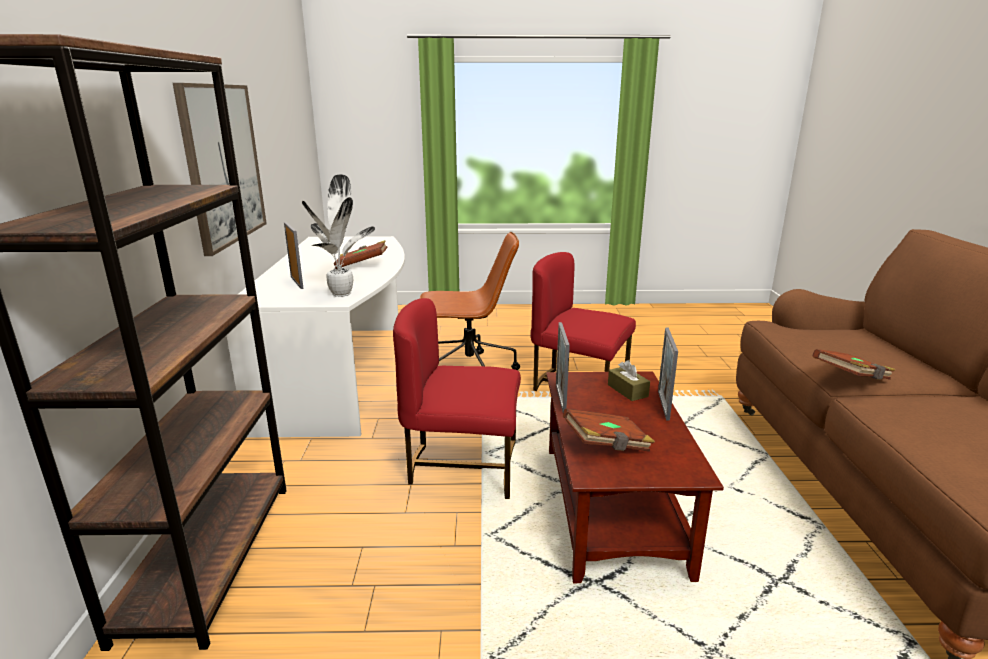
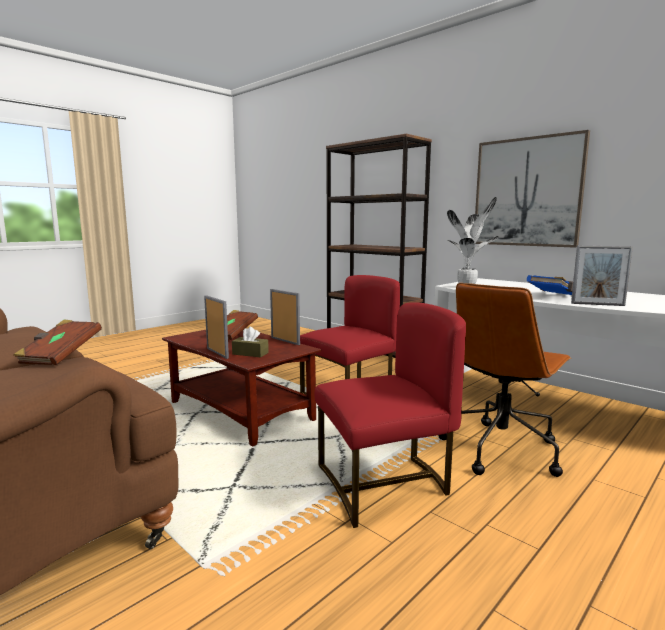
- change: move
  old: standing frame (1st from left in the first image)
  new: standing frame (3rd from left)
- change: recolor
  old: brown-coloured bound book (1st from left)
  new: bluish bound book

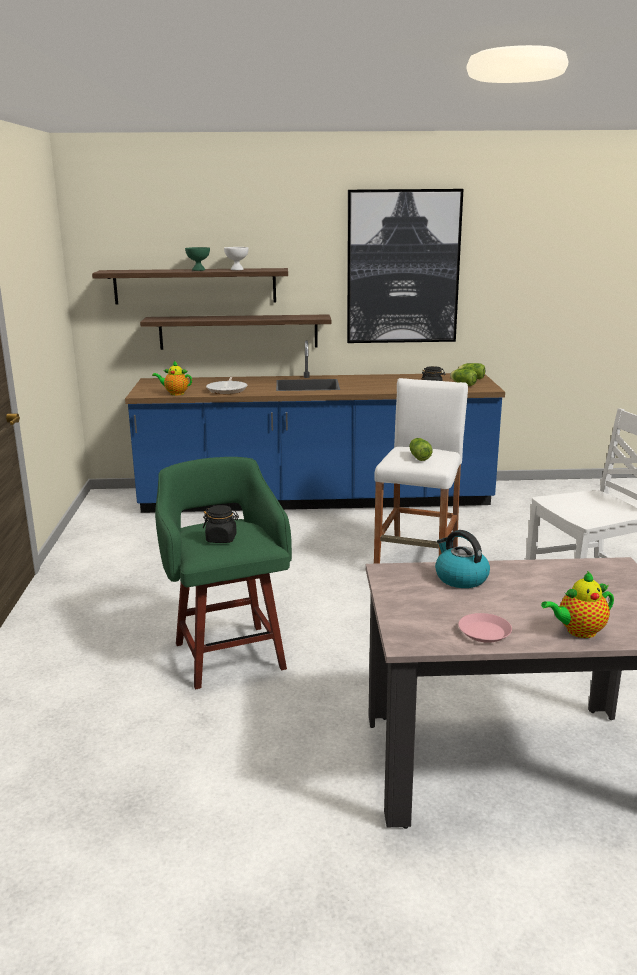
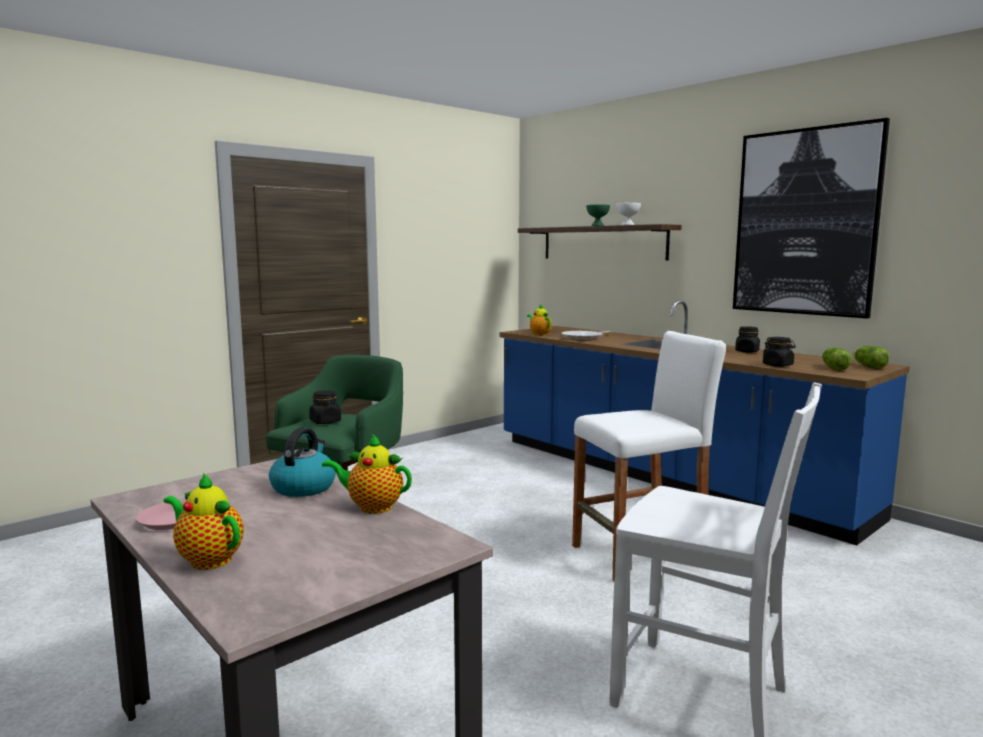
- change: delete
  old: bracket shelf (2nd from left)
- change: delete
  old: lettuce (1st from left)
- change: insert
  new: pot for tea (2nd from left)
- change: insert
  new: black-coloured storage jar (2nd from left)

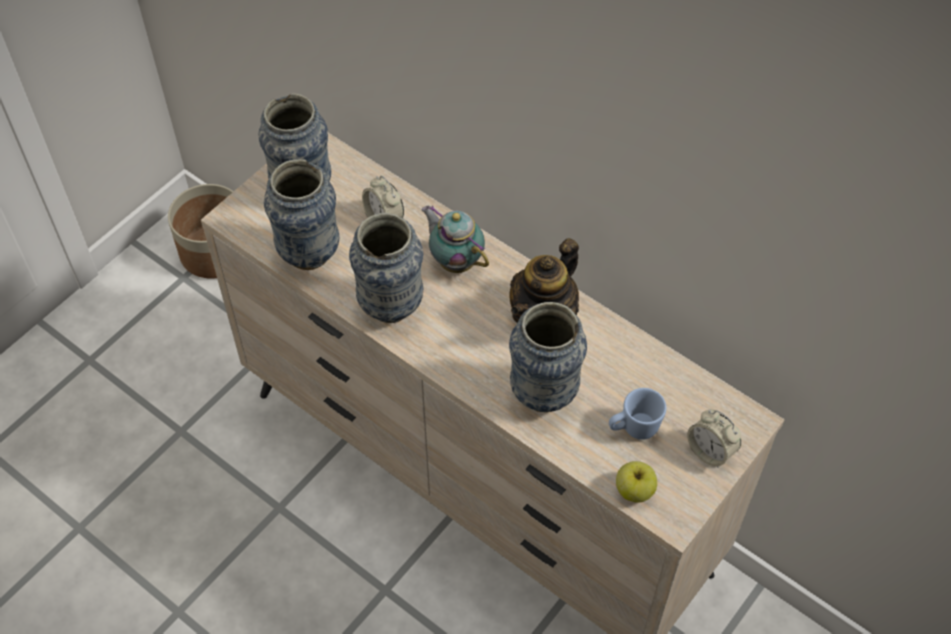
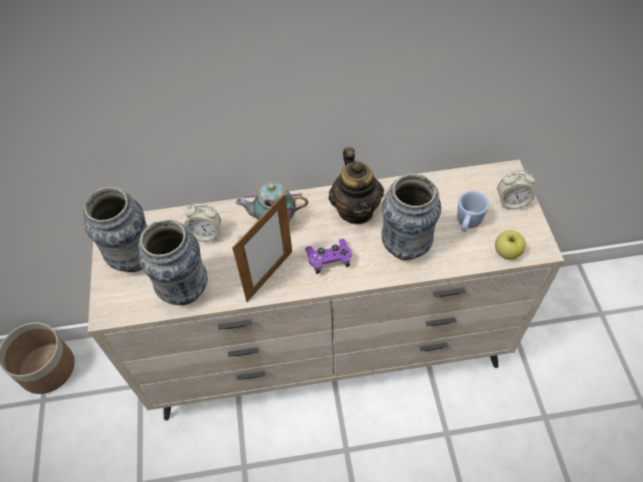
- change: insert
  new: purple-coloured game controller
- change: replace
  old: vase (3rd from left)
  new: standing frame

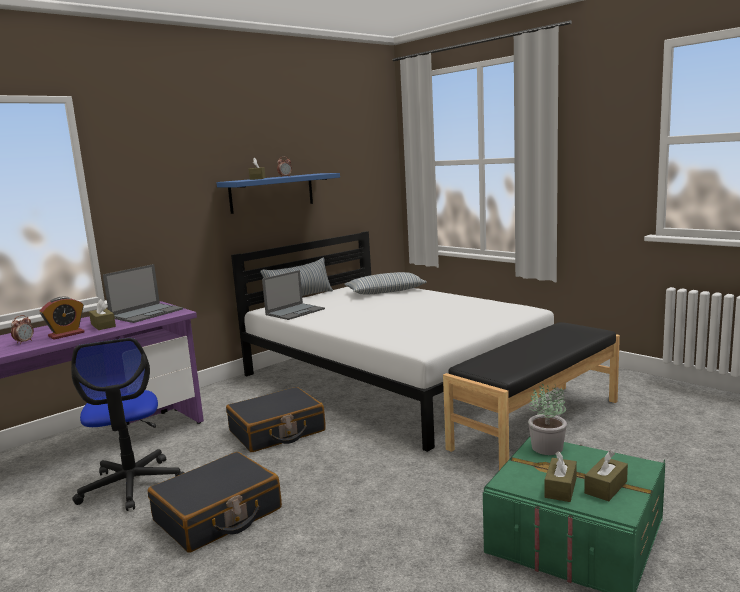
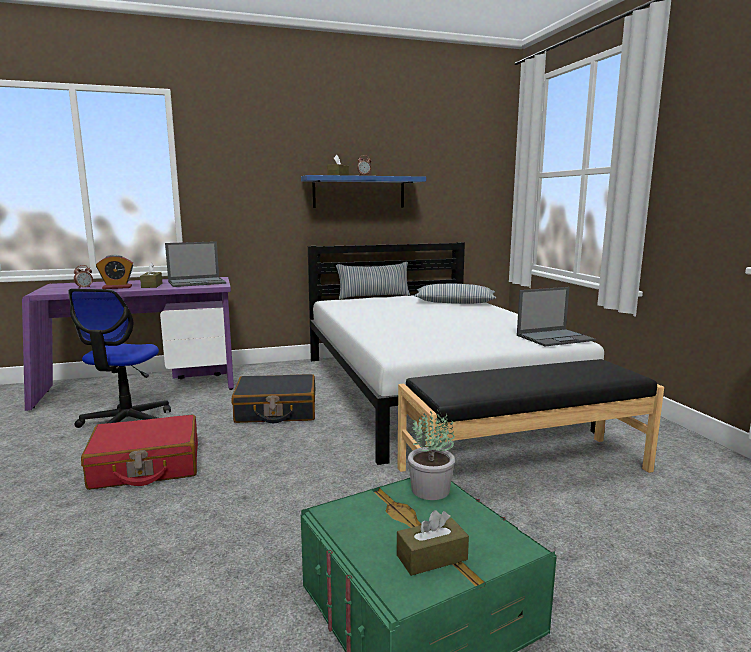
- change: delete
  old: brown-coloured tissue box (3rd from left)
- change: move
  old: laptop (2nd from left)
- change: recolor
  old: black-coloured piece of luggage (1st from left)
  new: red piece of luggage

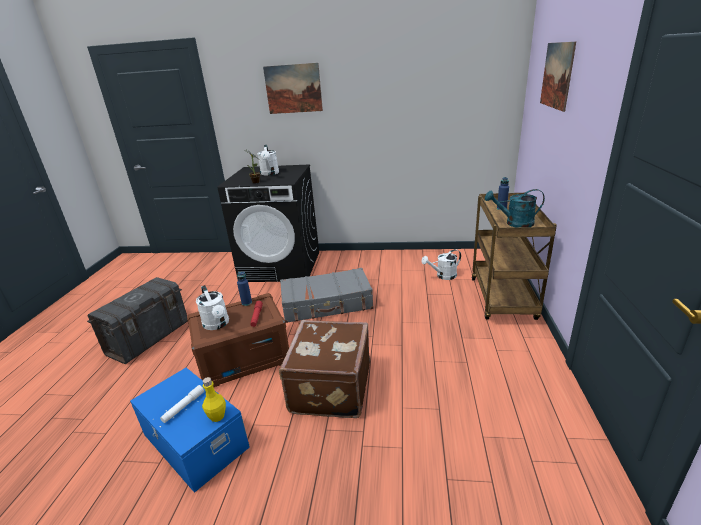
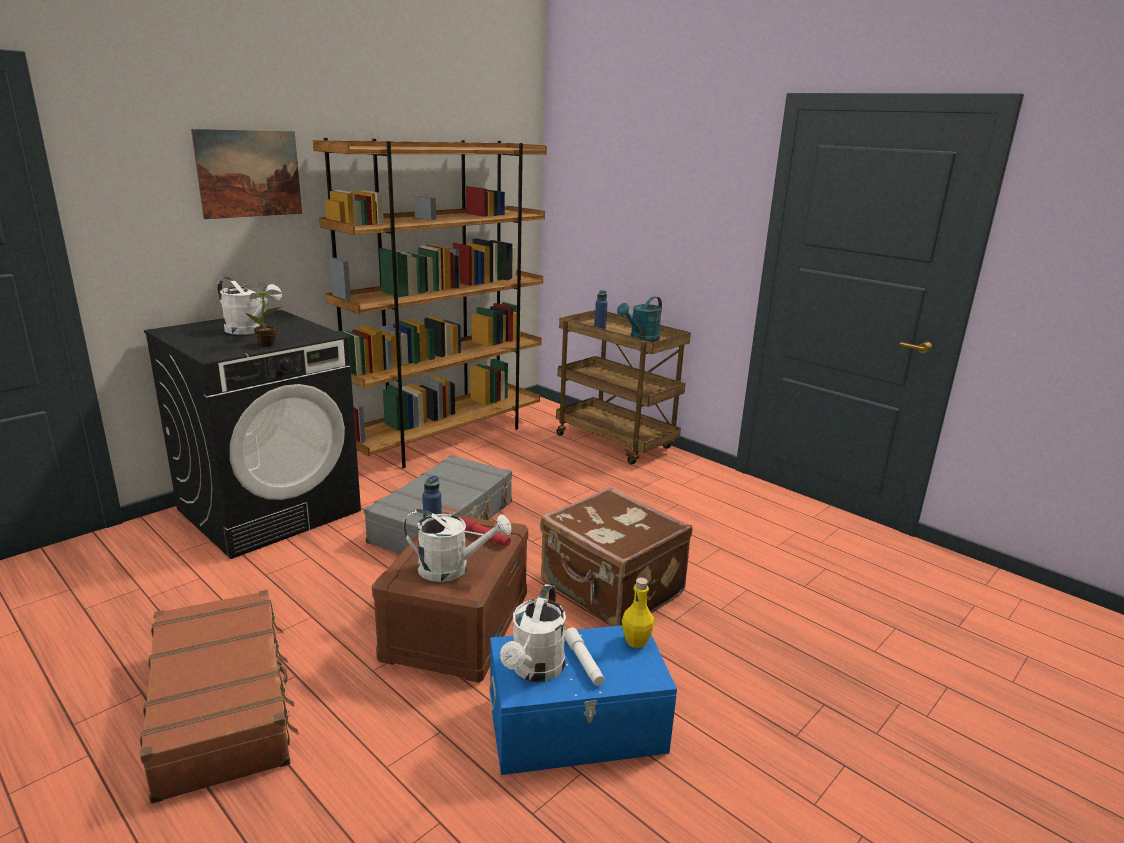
- change: delete
  old: picture (2nd from left)
- change: insert
  new: brown-coloured bookcase
- change: move
  old: white sprinkling can (3rd from left)
- change: replace
  old: greyish storage bin
  new: brown-coloured piece of luggage (1st from left)

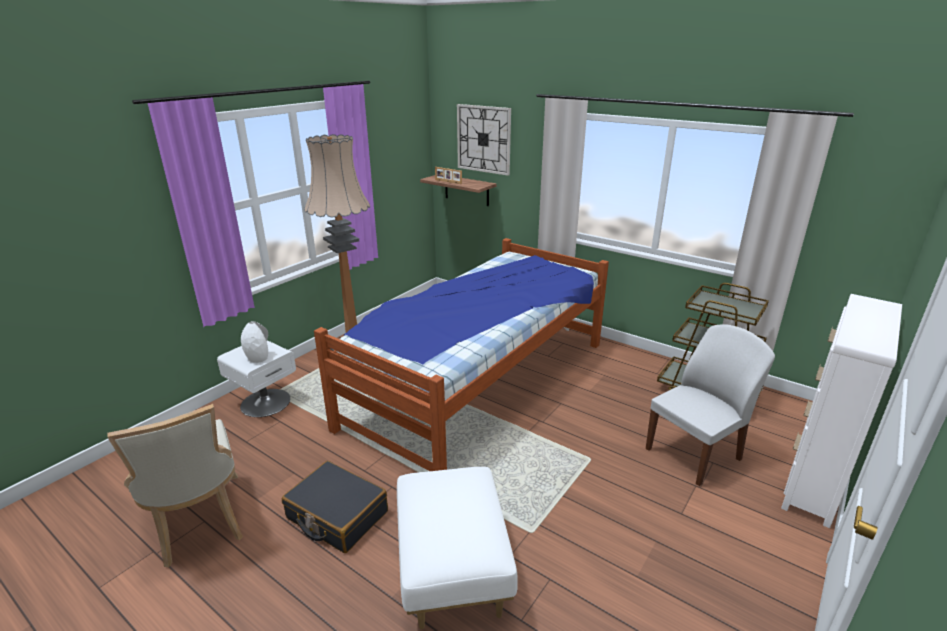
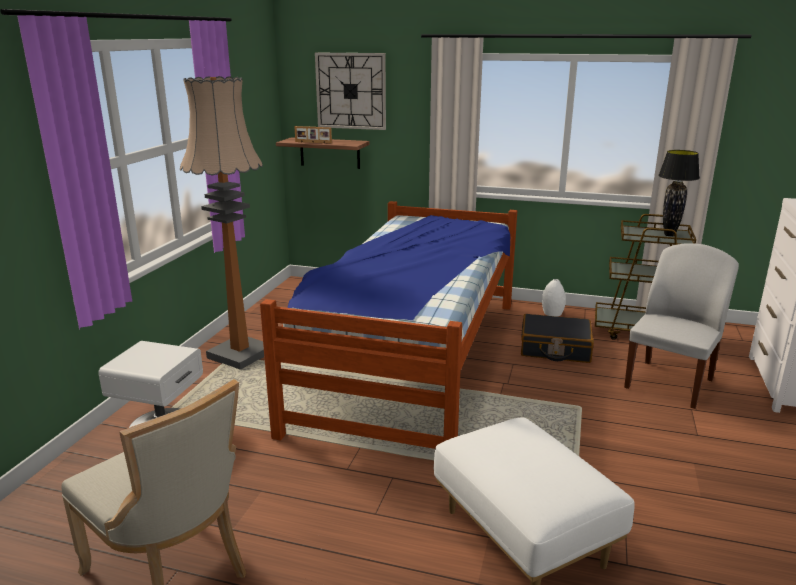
- change: insert
  new: black-coloured tabletop lamp
- change: move
  old: white vase
- change: move
  old: black-coloured piece of luggage

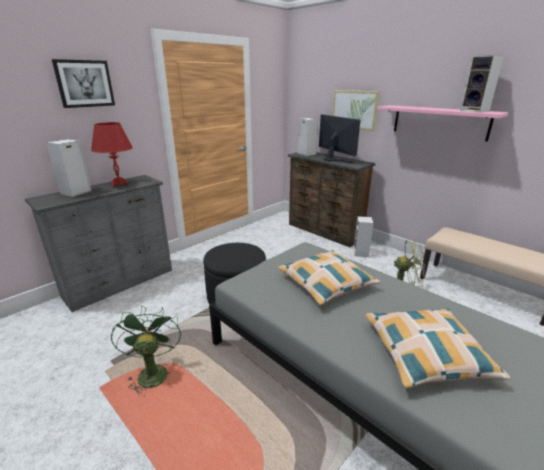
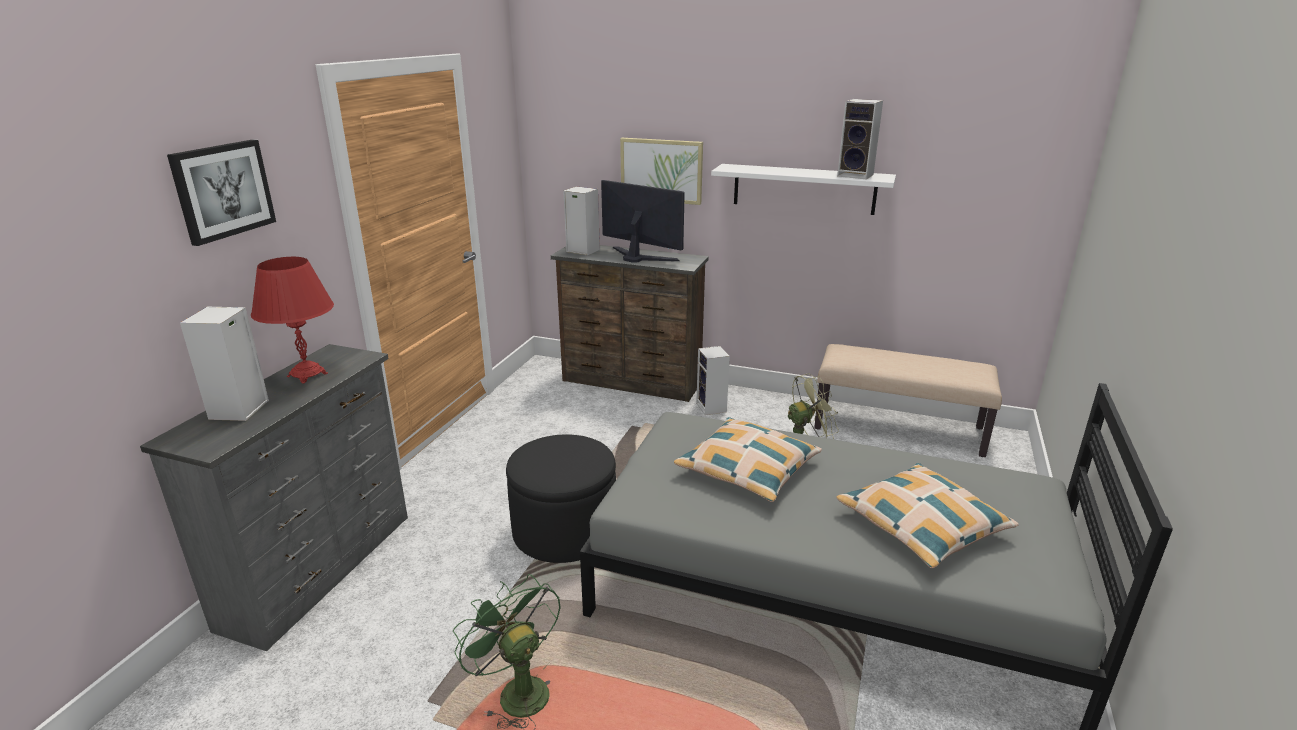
- change: recolor
  old: pink-coloured bracket shelf
  new: white bracket shelf

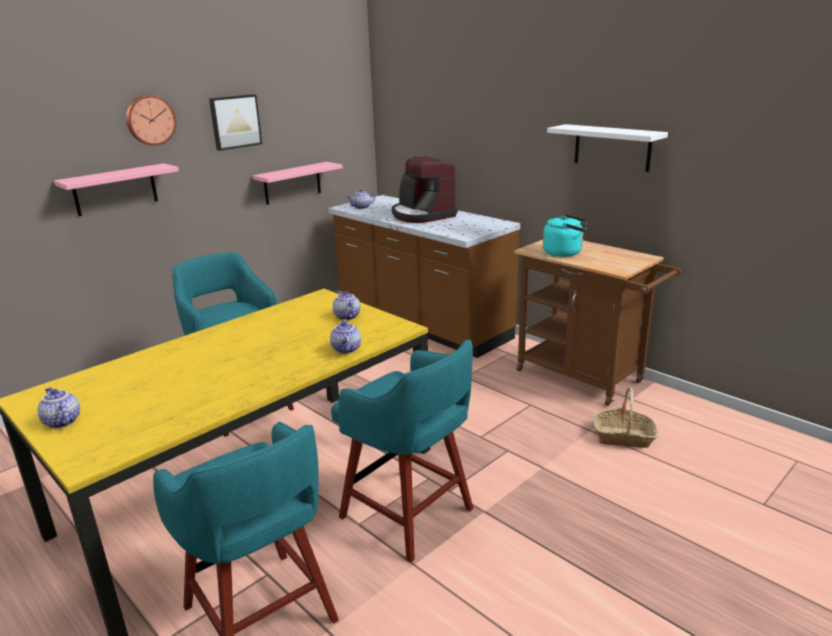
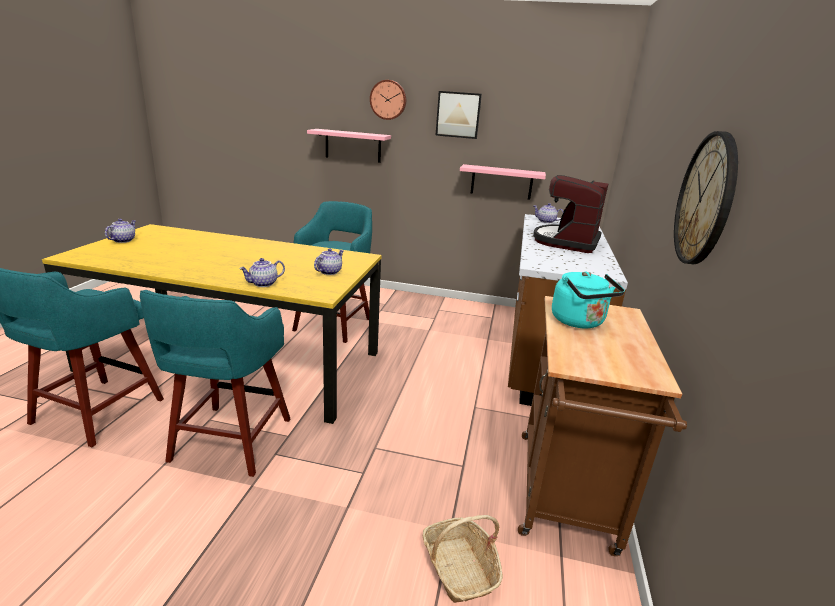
- change: replace
  old: white bracket shelf
  new: clock on the wall (2nd from left)

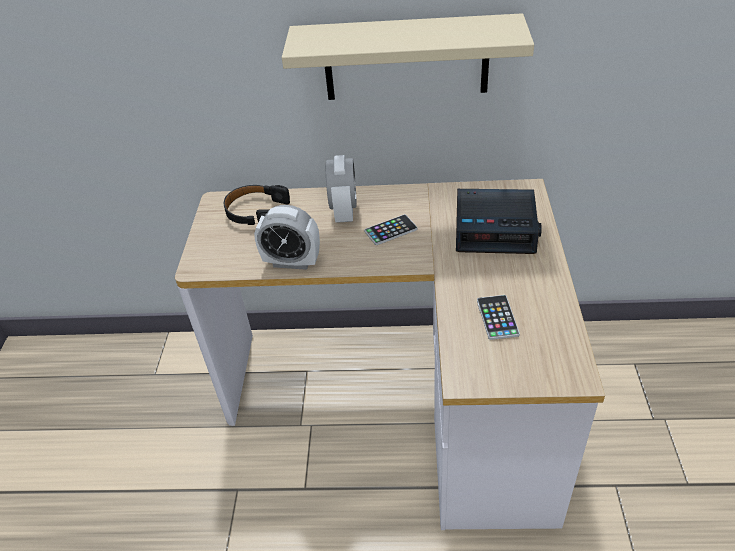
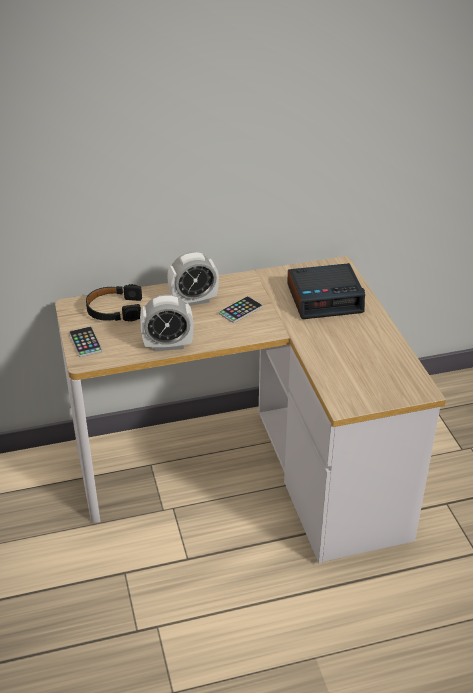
- change: delete
  old: beige bracket shelf
- change: move
  old: telephone (2nd from left in the first image)
  new: telephone (1st from left)
- change: rotate
  old: table clock (2nd from left)
  degrees: 90

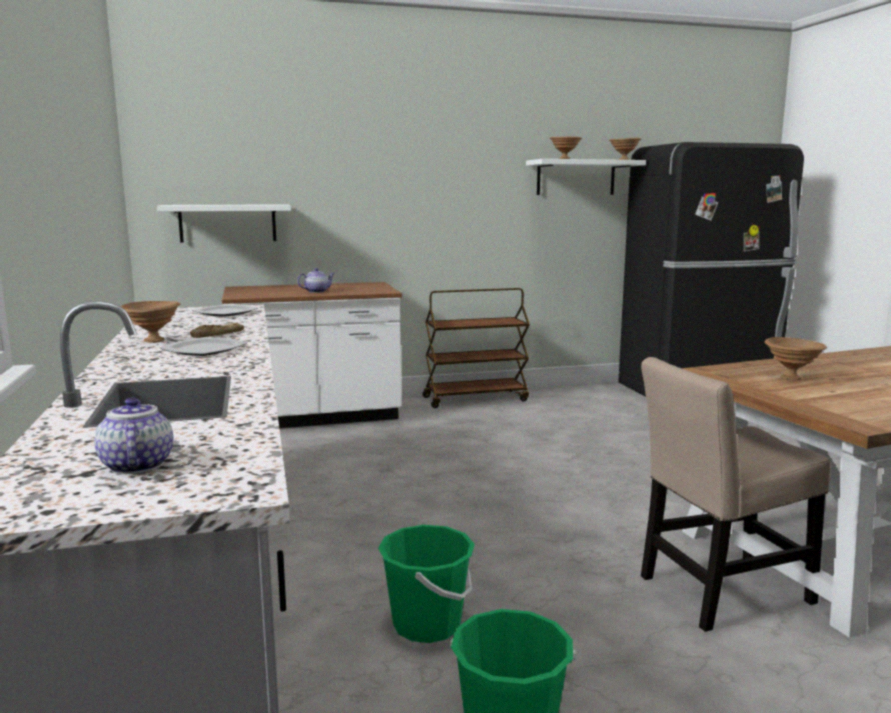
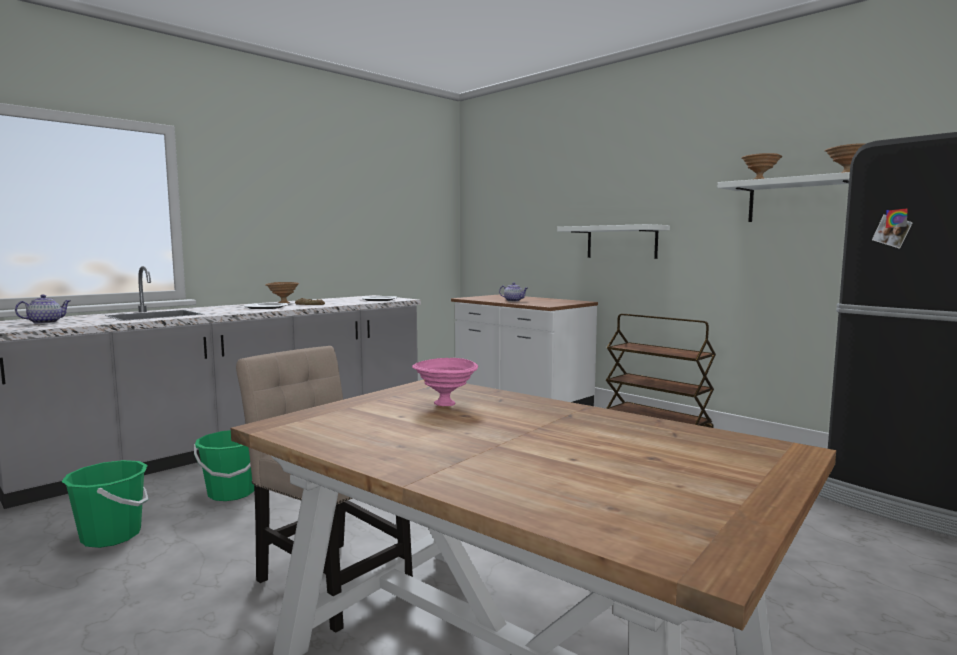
- change: move
  old: white bracket shelf (1st from left)
- change: recolor
  old: brown-coloured bowl (4th from left)
  new: pink-coloured bowl

